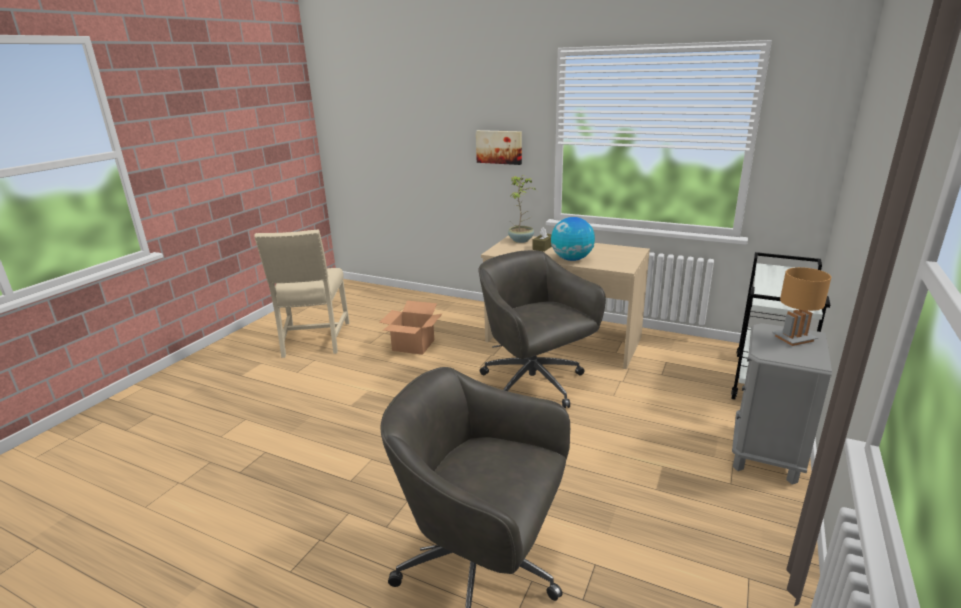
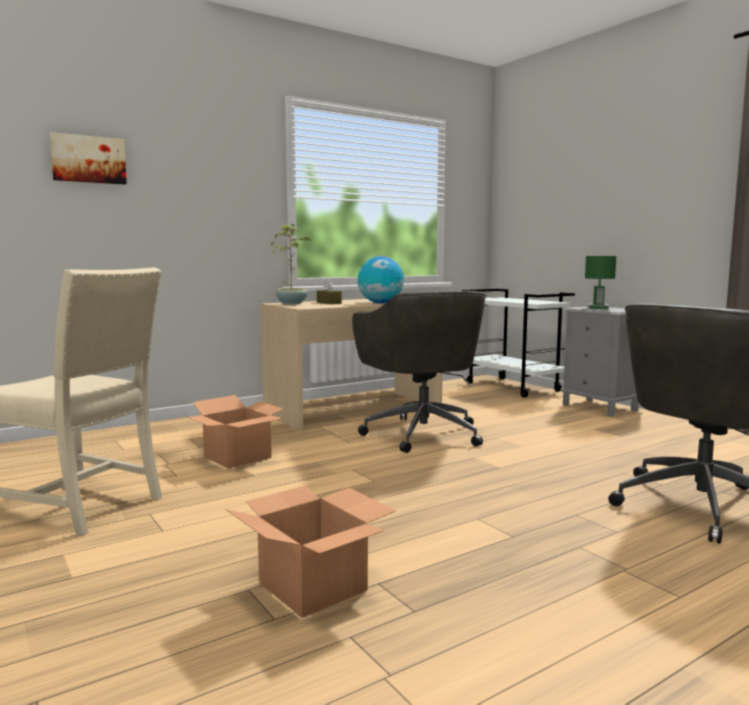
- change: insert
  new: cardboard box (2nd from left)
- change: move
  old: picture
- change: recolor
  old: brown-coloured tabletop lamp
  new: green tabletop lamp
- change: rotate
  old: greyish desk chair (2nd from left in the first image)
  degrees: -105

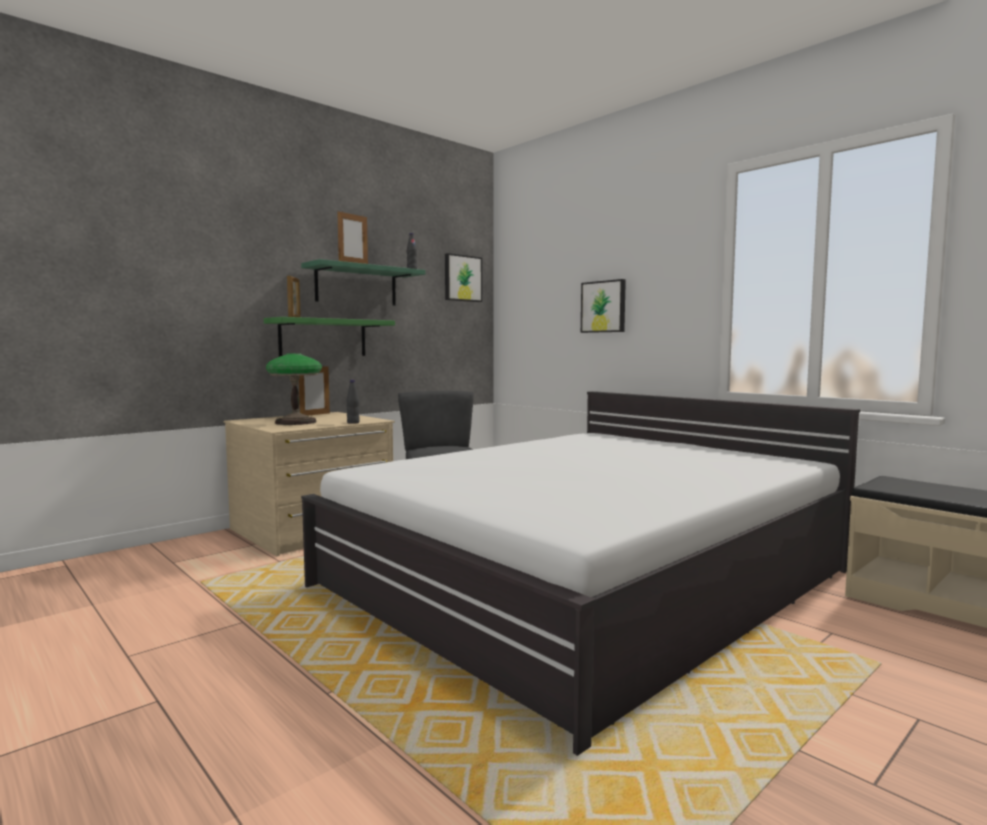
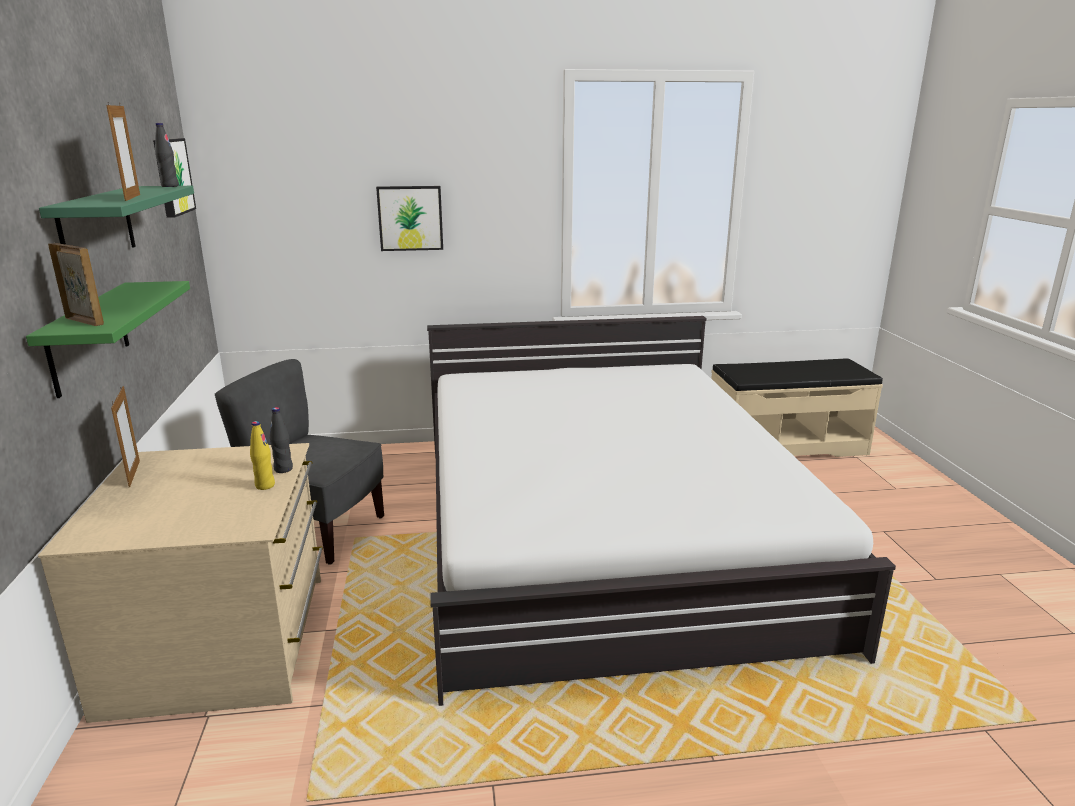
- change: delete
  old: tabletop lamp
- change: insert
  new: yellow-coloured beverage bottle

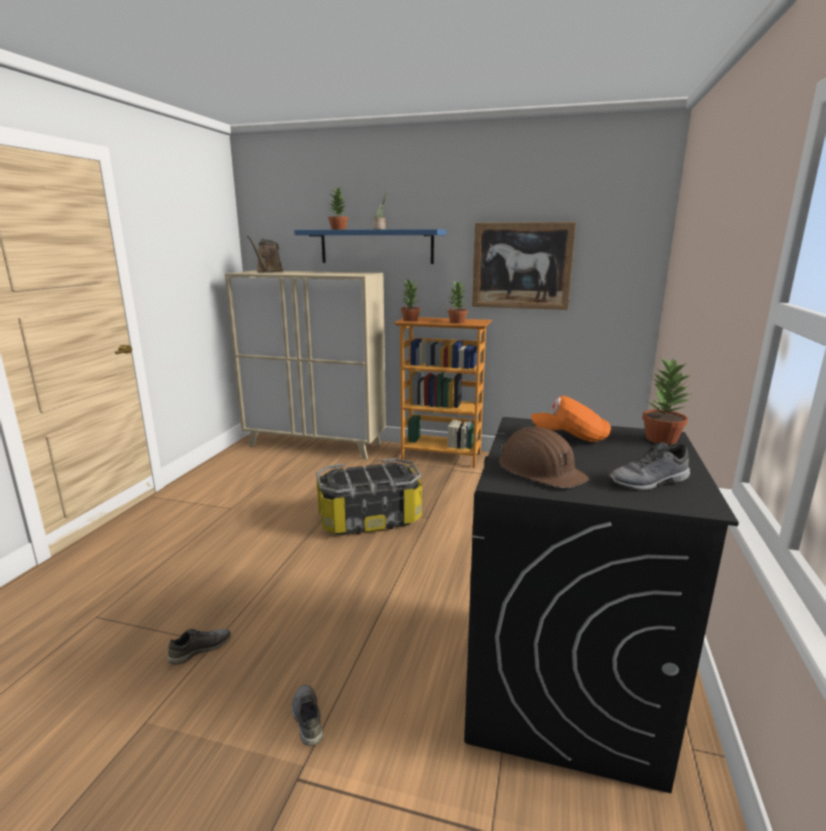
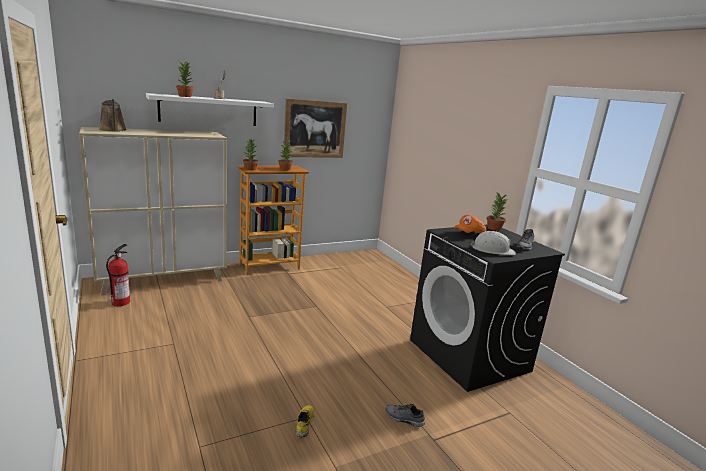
- change: delete
  old: storage bin
- change: insert
  new: fire-fighting cylinder
- change: recolor
  old: greyish low shoe (1st from left)
  new: yellow-coloured low shoe
- change: recolor
  old: bluish bracket shelf
  new: white bracket shelf
- change: recolor
  old: brown-coloured work helmet
  new: white work helmet

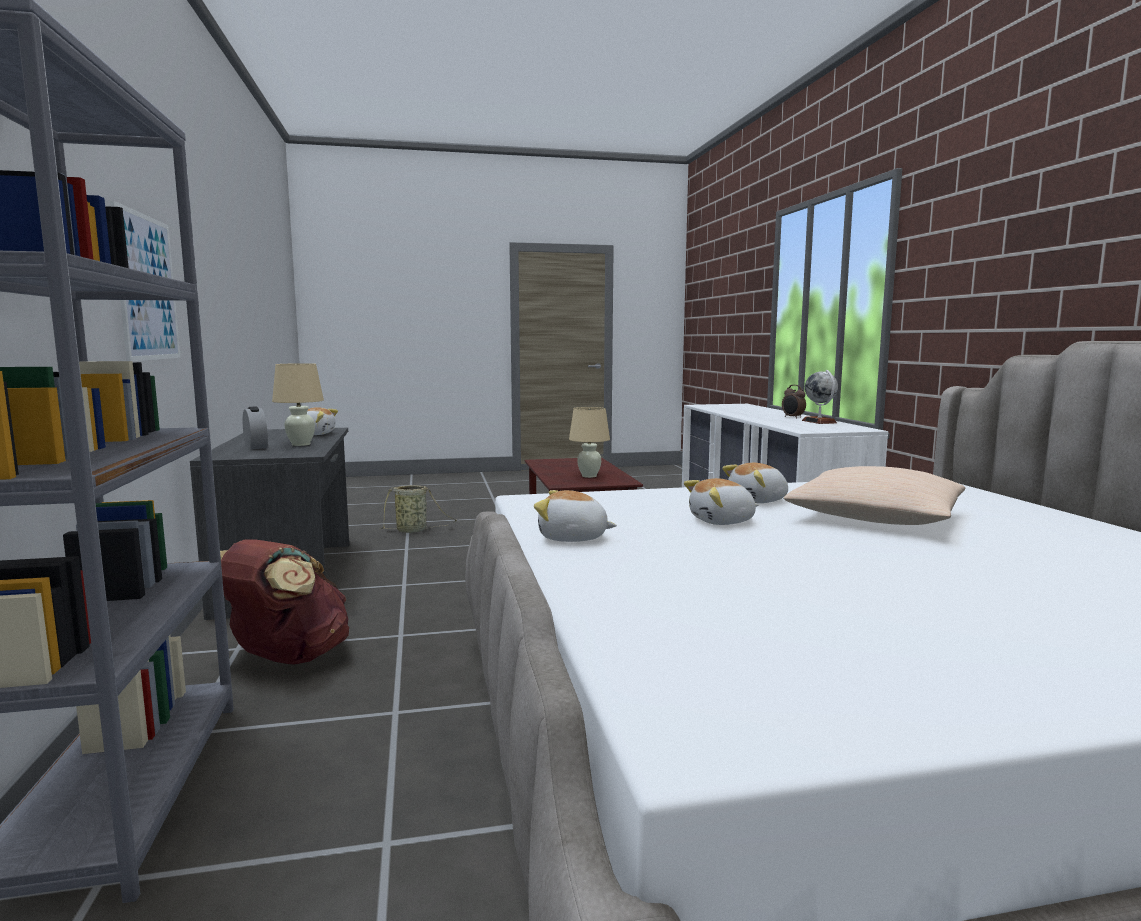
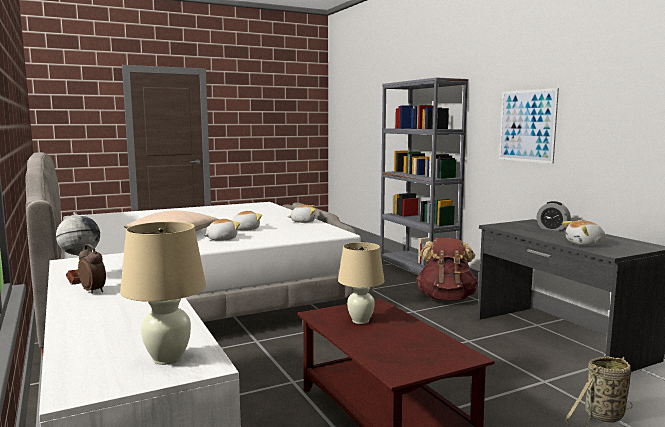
- change: move
  old: beige tabletop lamp (1st from left)

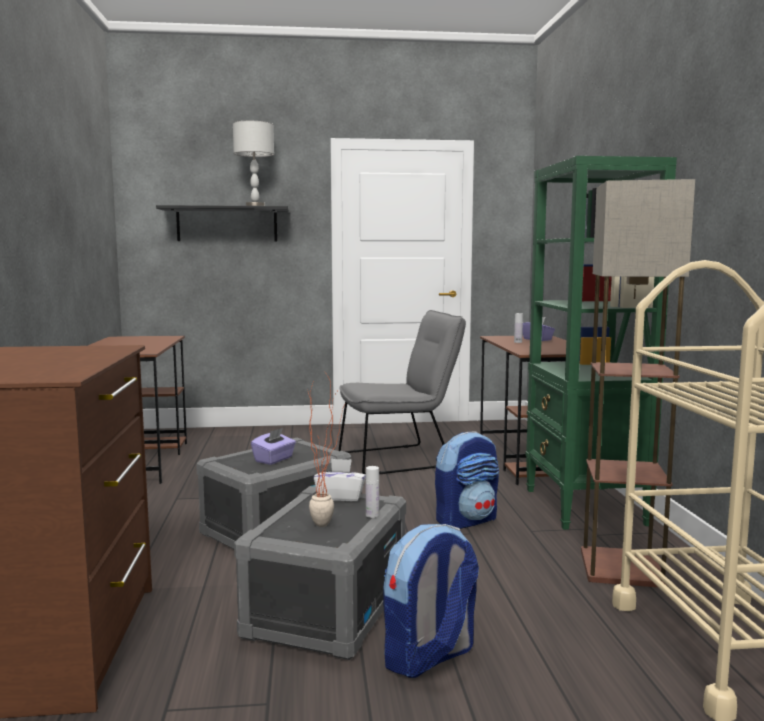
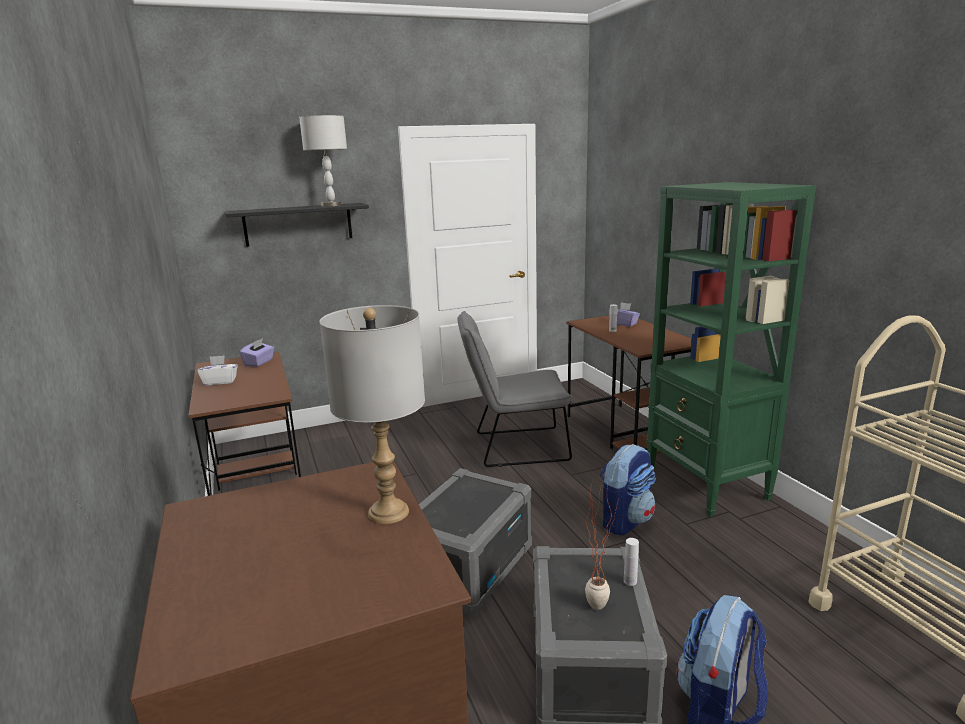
- change: delete
  old: floor lamp
- change: insert
  new: greyish tabletop lamp (2nd from left)
- change: move
  old: purple-coloured tissue box (1st from left)
- change: move
  old: white tissue box
- change: rotate
  old: greyish upright chair
  degrees: -150

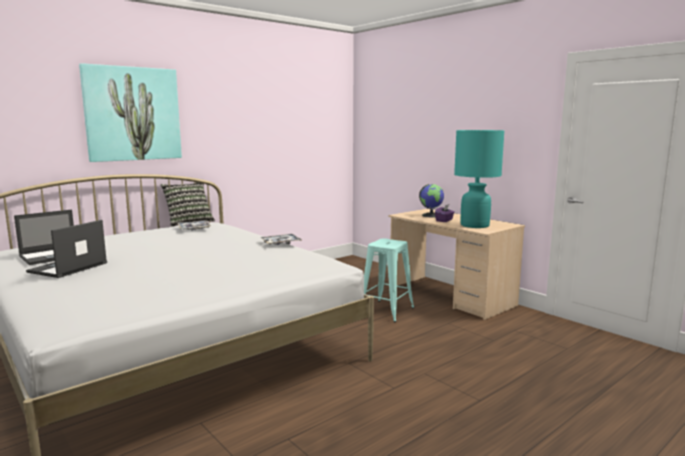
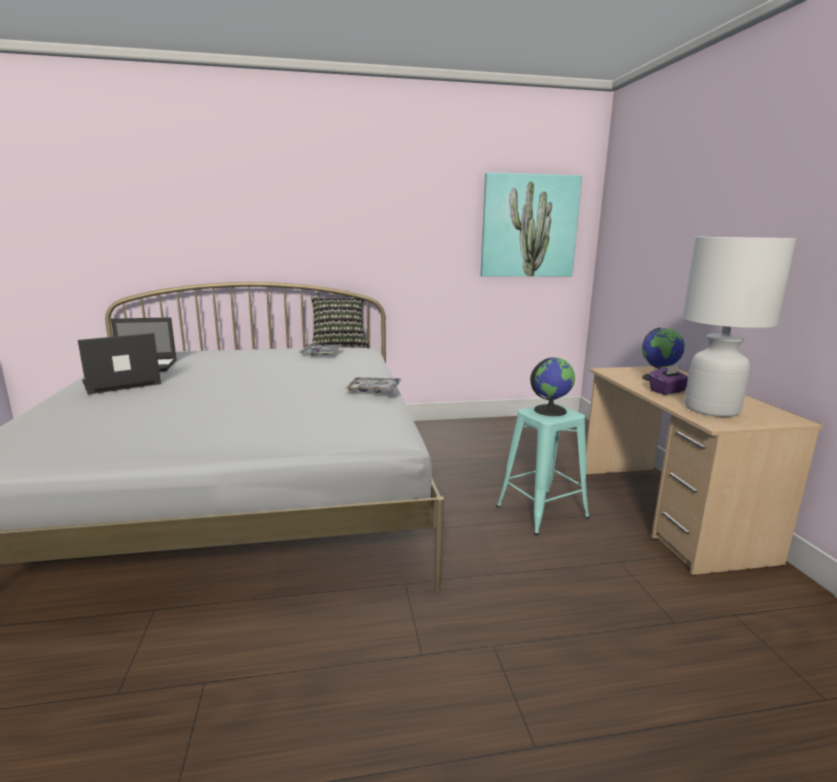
- change: insert
  new: world globe (1st from left)
- change: move
  old: picture
- change: recolor
  old: blue-green tabletop lamp
  new: white tabletop lamp

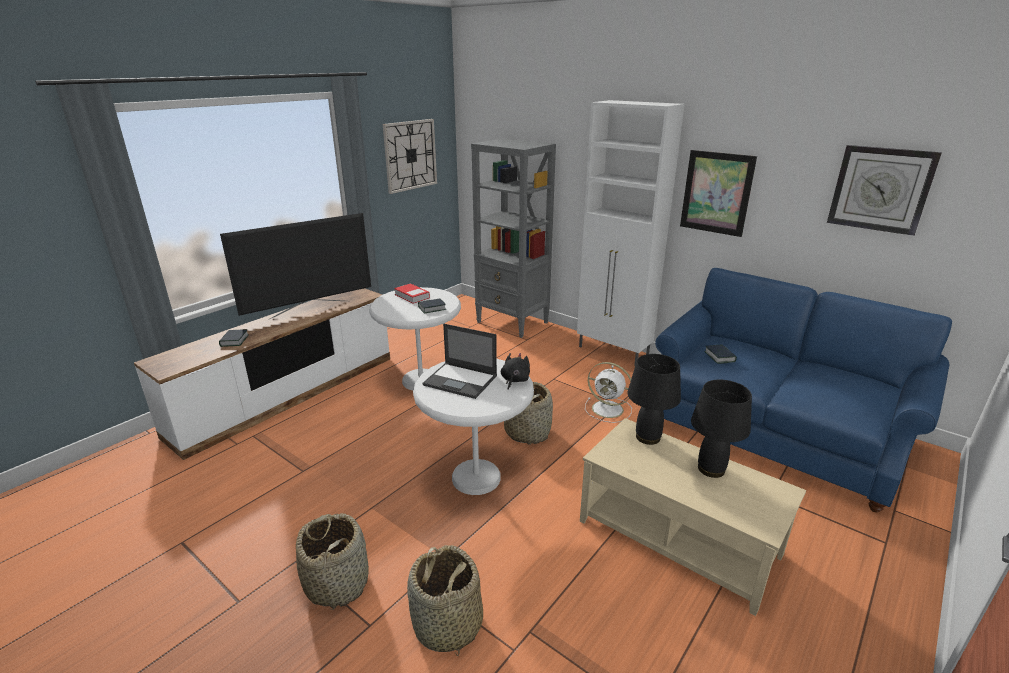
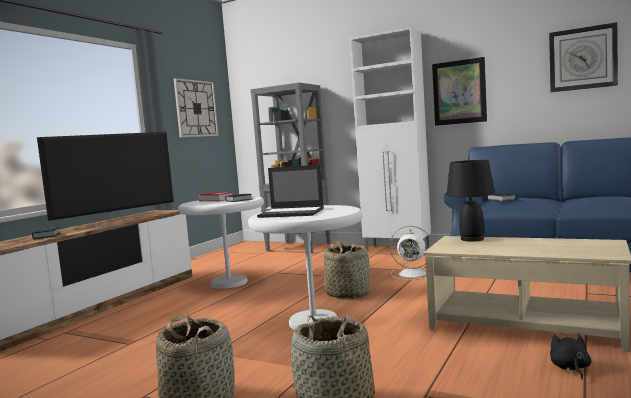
- change: delete
  old: black-coloured tabletop lamp (2nd from left)
- change: move
  old: black-coloured plush toy

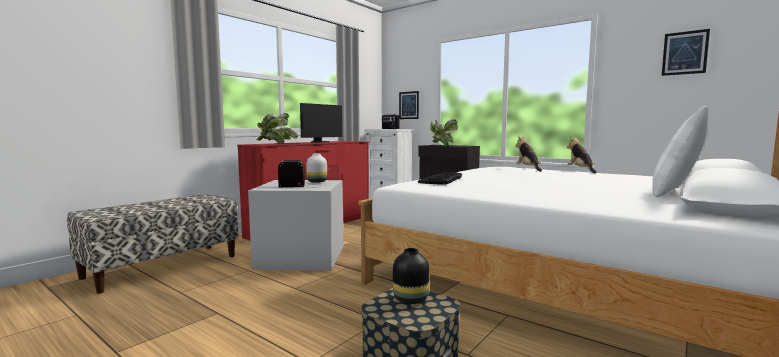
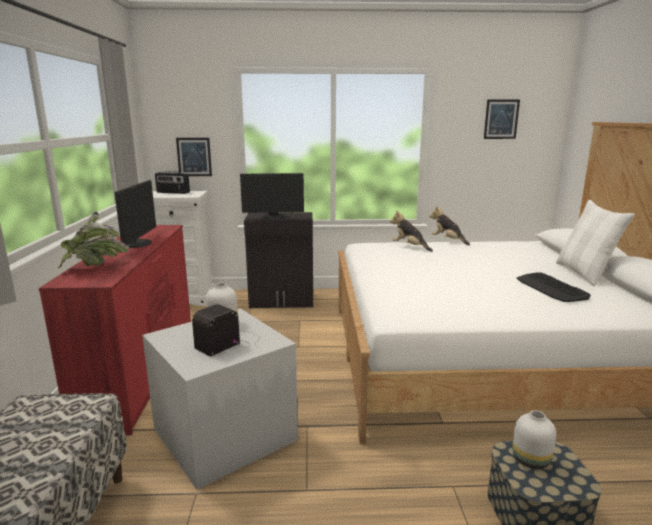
- change: move
  old: PC keyboard
- change: replace
  old: plant in a pot (2nd from left)
  new: computer screen (2nd from left)
- change: recolor
  old: black-coloured vase
  new: white vase (2nd from left)

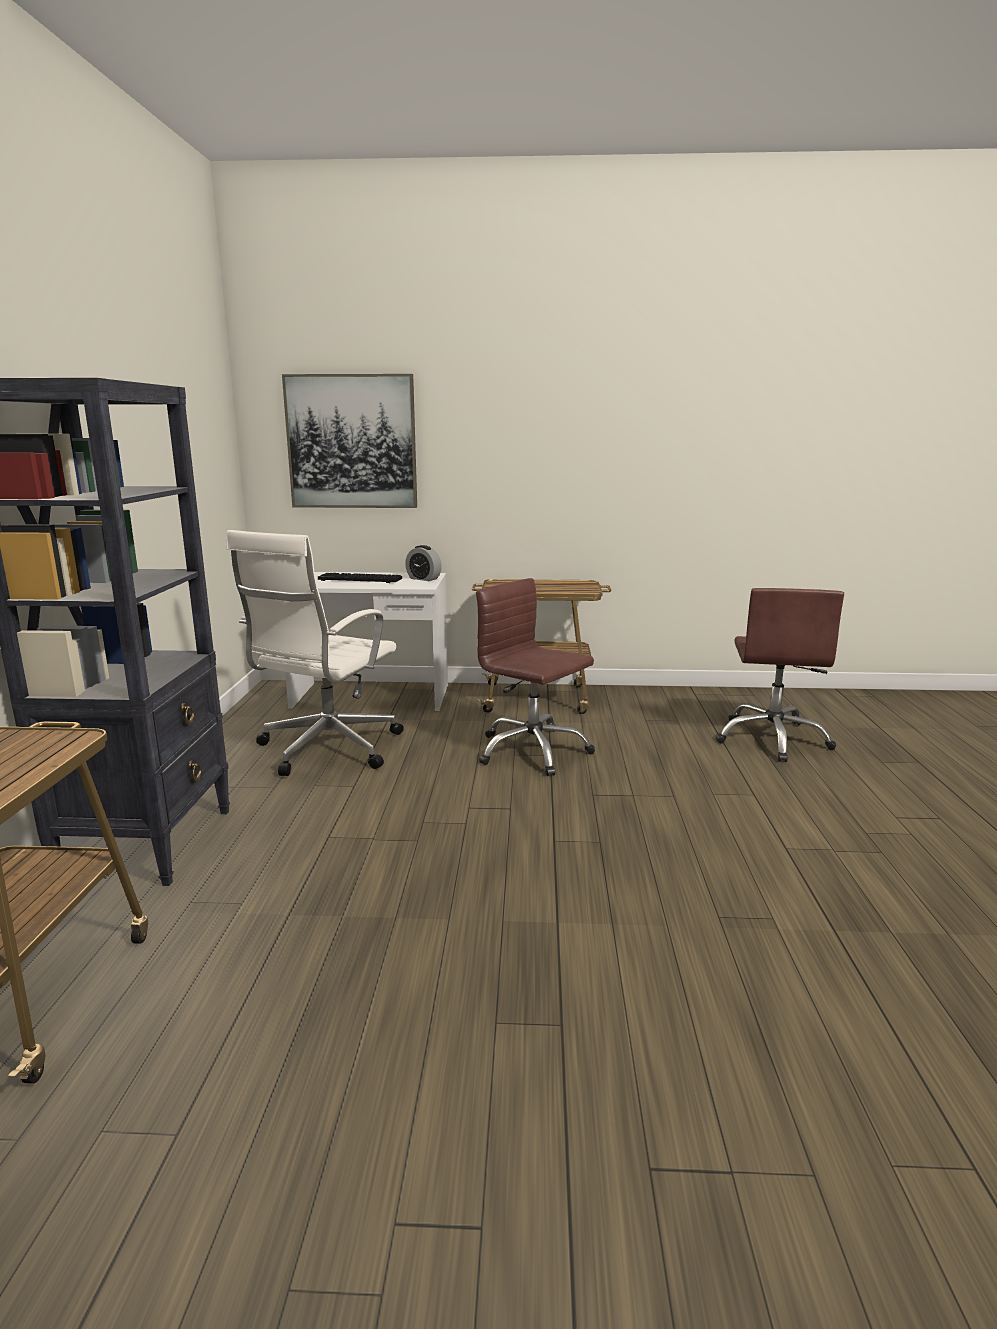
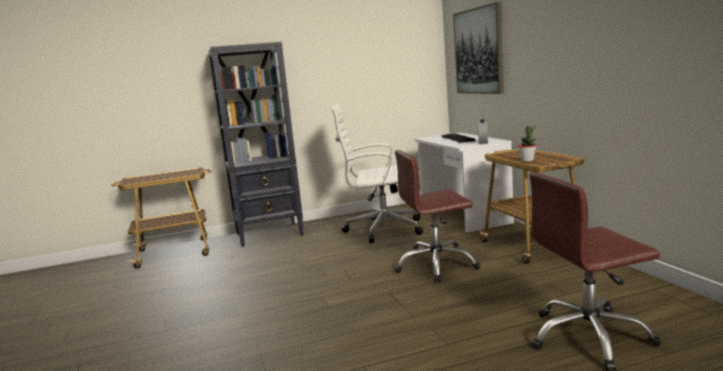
- change: insert
  new: plant in a pot
- change: rotate
  old: brown-coloured desk chair (1st from left)
  degrees: -120

